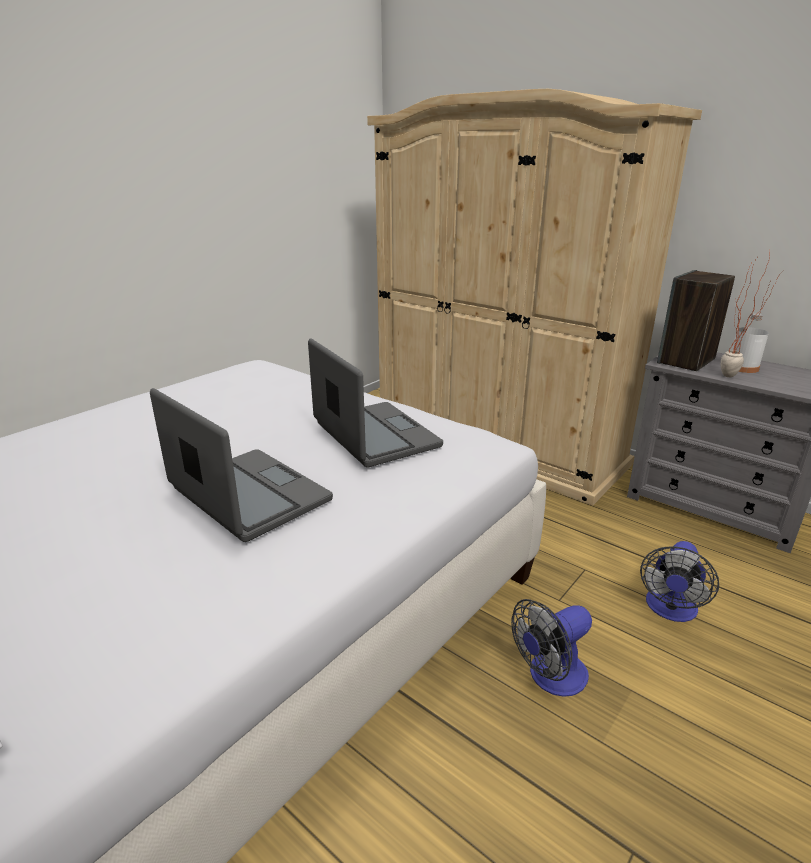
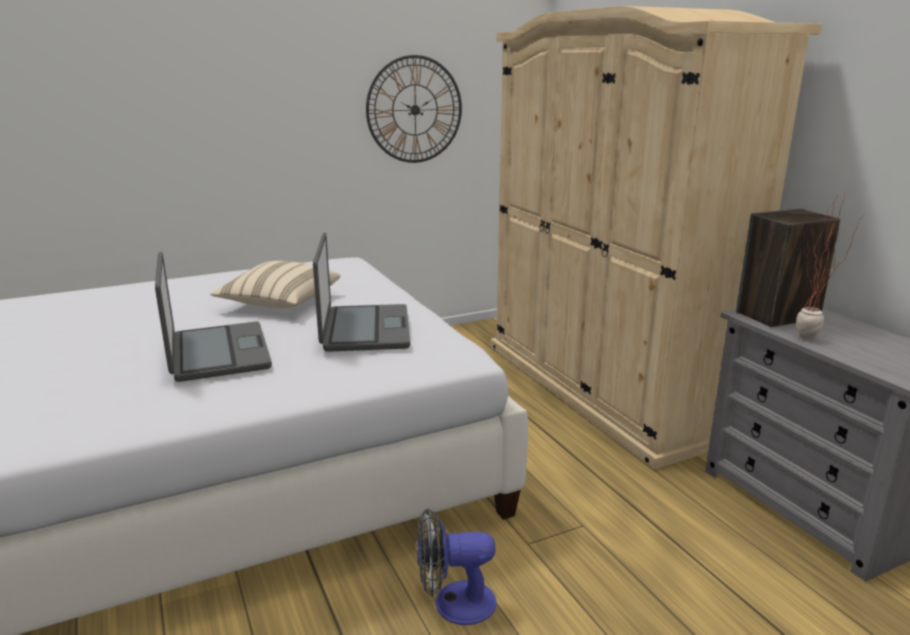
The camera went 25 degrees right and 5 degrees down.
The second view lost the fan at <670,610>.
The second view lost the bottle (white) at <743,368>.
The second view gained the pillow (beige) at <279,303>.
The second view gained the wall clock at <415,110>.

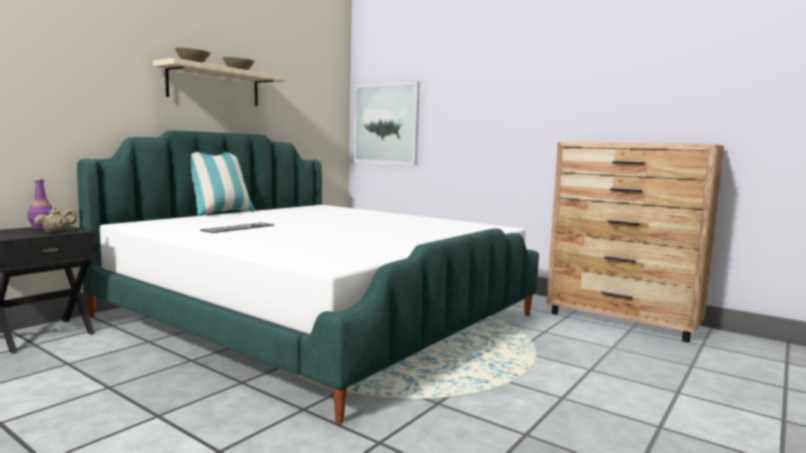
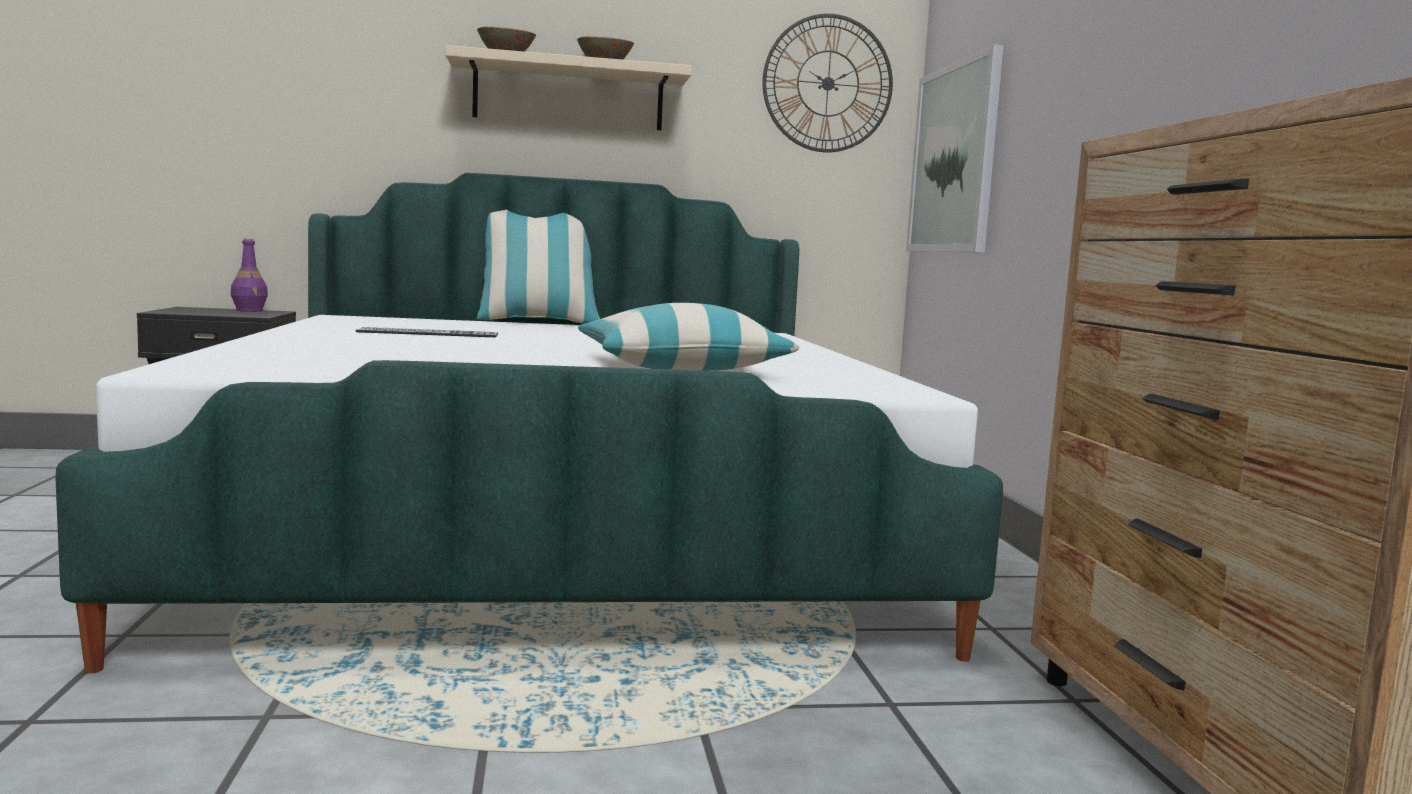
The camera went 45 degrees right and 0 degrees up.
The second view lost the teapot (beige) at <56,232>.
The second view gained the pillow at <679,367>.
The second view gained the wall clock at <827,83>.

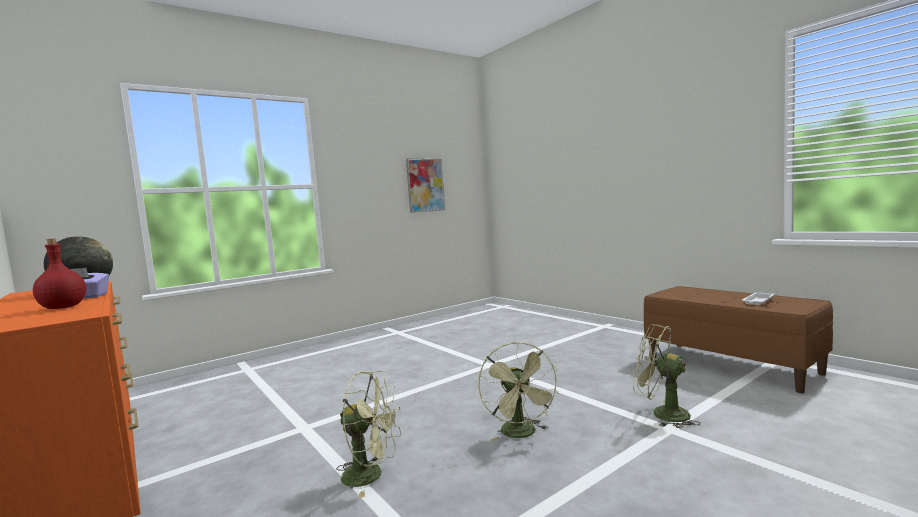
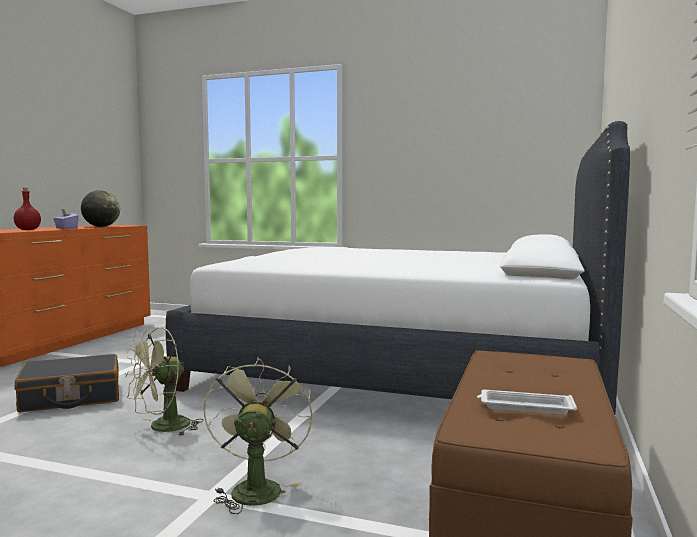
The camera went 55 degrees right and 0 degrees up.
Where the fan (green) stood at <371,475>, the suitcase (black) came to stand at <71,397>.
The second view lost the picture at <425,185>.
The second view gained the bed (white) at <402,371>.

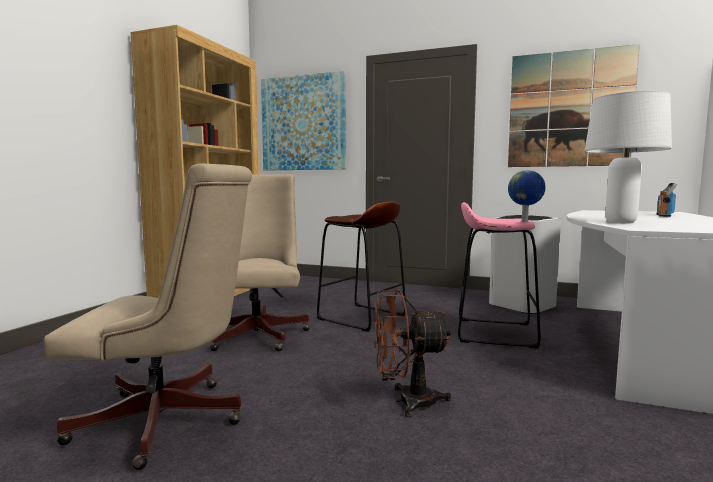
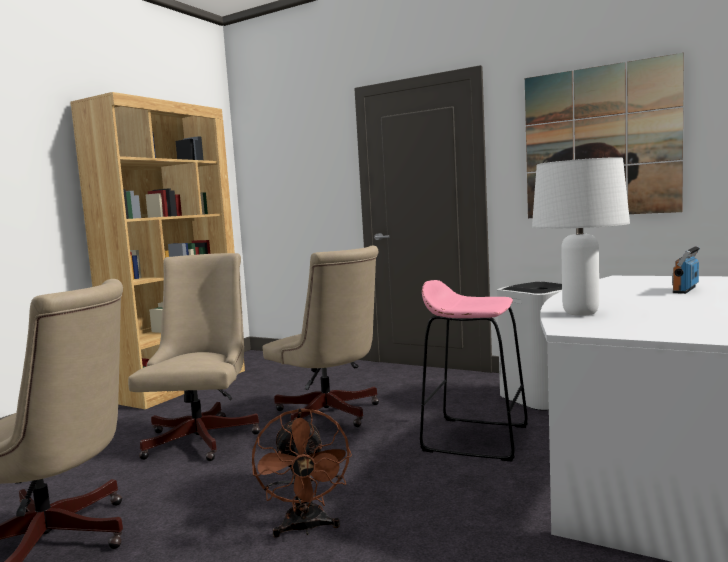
The camera went 10 degrees right and 0 degrees up.
The second view lost the picture at <303,123>.
Where the stool (brown) stood at <362,317>, the office chair (beige) came to stand at <330,415>.
The fan (brown) at <406,401> ended up facing another way, 105 degrees counterclockwise from before.
The second view lost the globe at <525,222>.

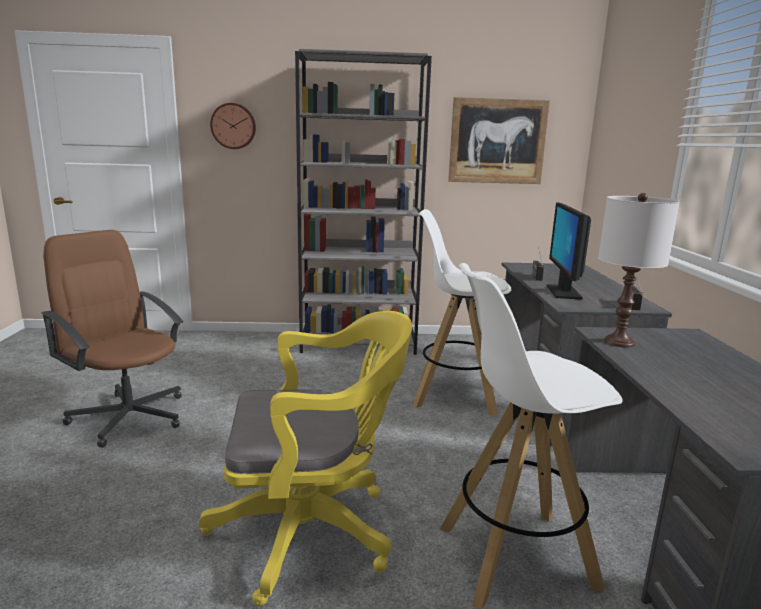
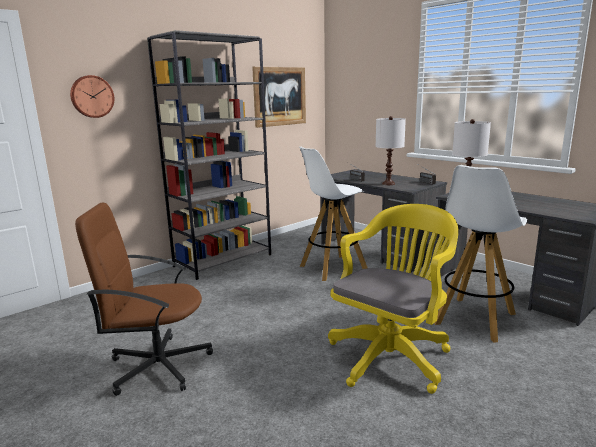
The camera went 40 degrees left and 0 degrees up.
Where the monitor stood at <563,292>, the table lamp (white) came to stand at <388,184>.

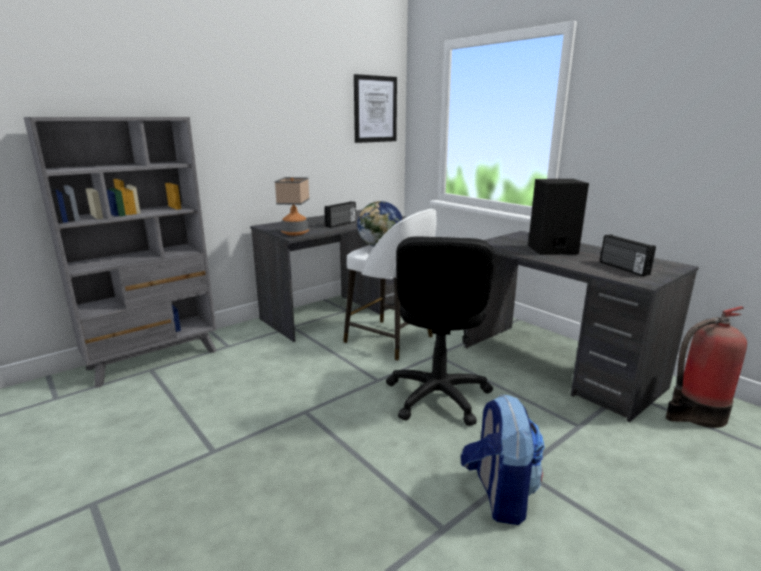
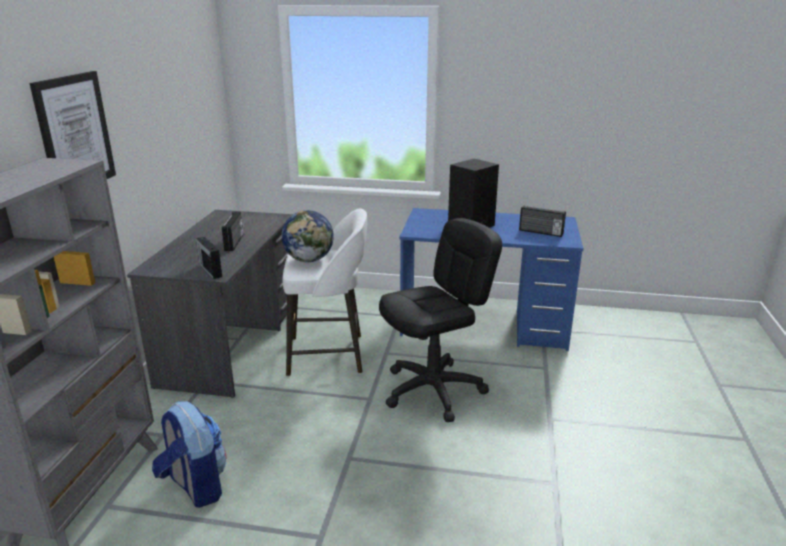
The camera went 40 degrees left and 5 degrees up.
Where the table lamp stood at <295,233>, the radio came to stand at <210,270>.
The picture ended up elsewhere, having gone from <375,109> to <75,133>.
The office chair (black) at <437,396> ended up facing another way, 90 degrees counterclockwise from before.
The backpack ended up elsewhere, having gone from <498,495> to <195,486>.
What was the desk (grey) at <558,367> turned into the desk (blue) at <484,325>.
The second view lost the fire extinguisher at <696,414>.

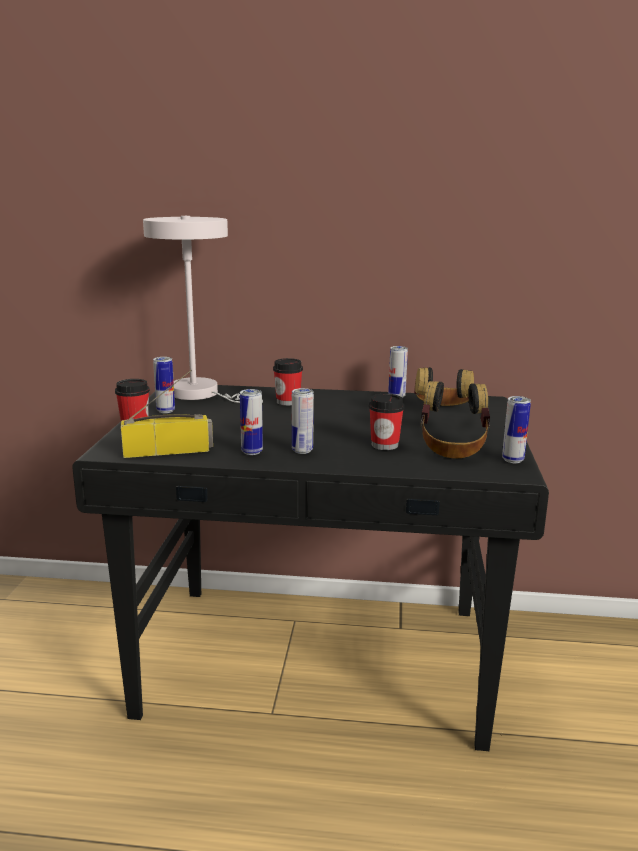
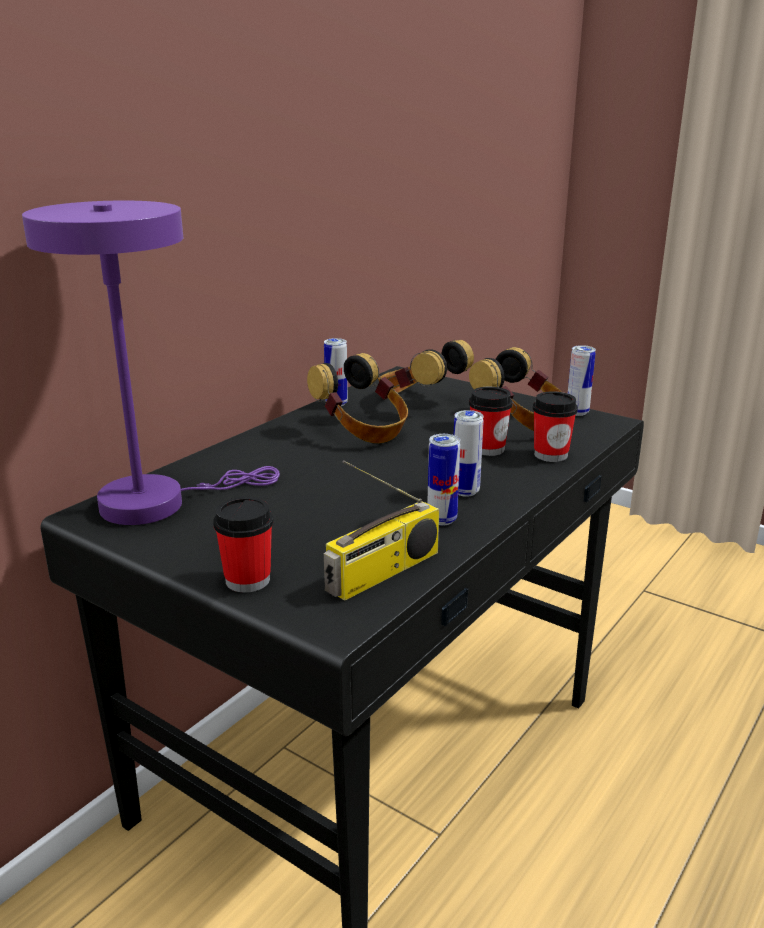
The camera went 60 degrees left and 5 degrees up.
The radio at <168,451> ended up facing another way, 150 degrees counterclockwise from before.
What was the table lamp (white) at <201,394> turned into the table lamp (purple) at <157,502>.
The second view lost the can at <165,411>.
The cup ended up elsewhere, having gone from <288,402> to <550,455>.
The second view gained the headphones at <362,431>.

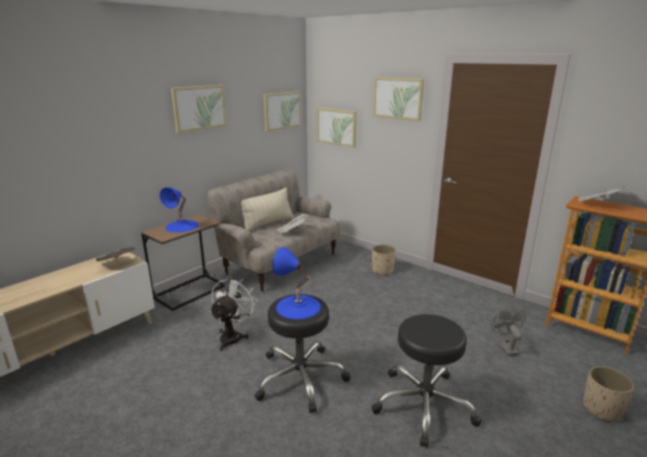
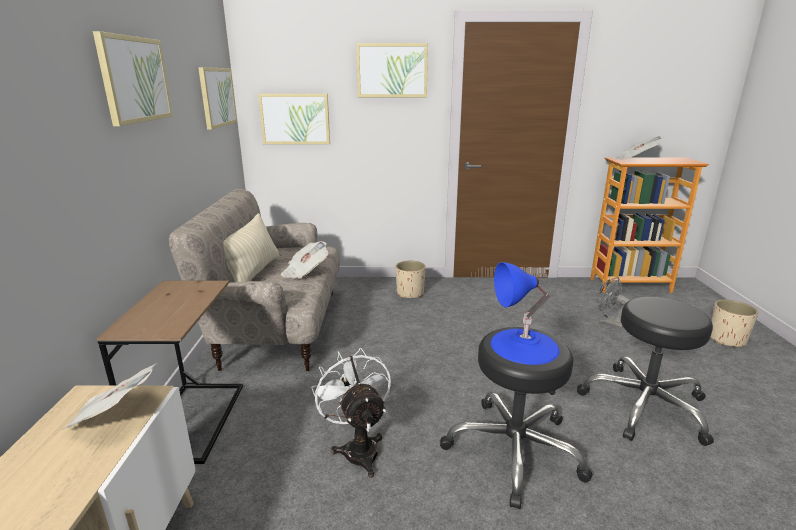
The camera went 40 degrees left and 0 degrees up.
The second view lost the table lamp (blue) at <182,226>.

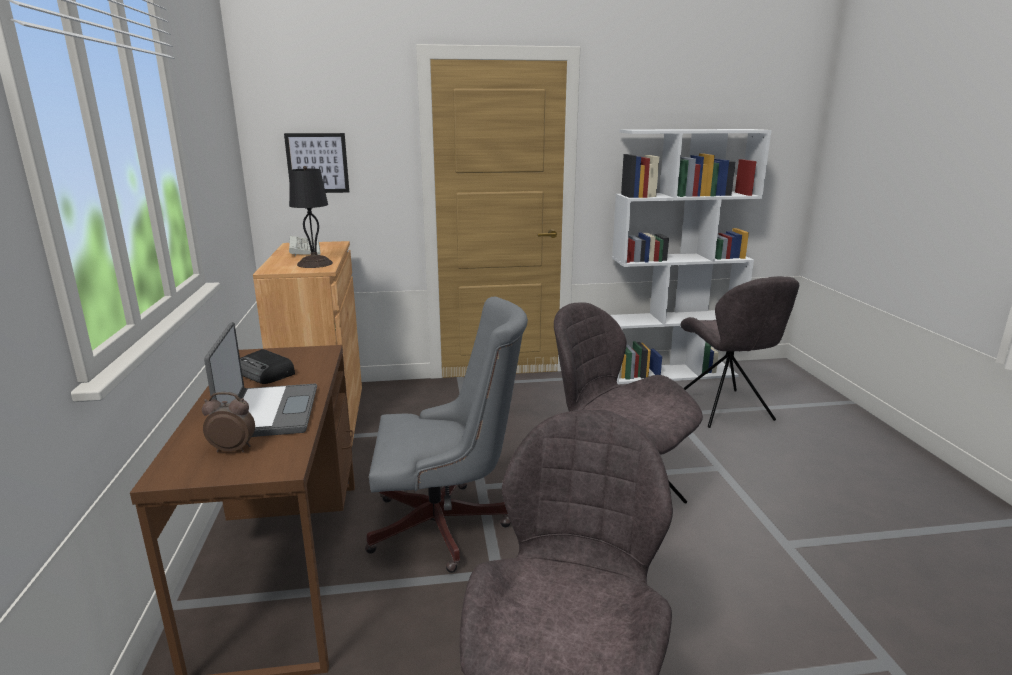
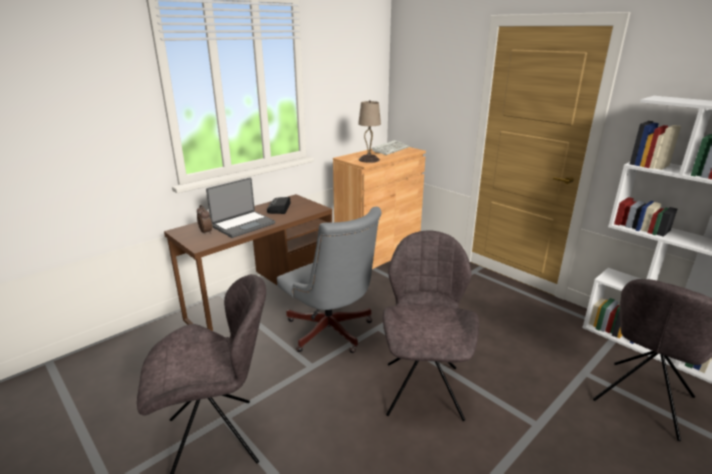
The camera went 55 degrees right and 5 degrees up.
The second view lost the picture at <317,163>.
What was the table lamp (black) at <314,264> turned into the table lamp (beige) at <368,159>.

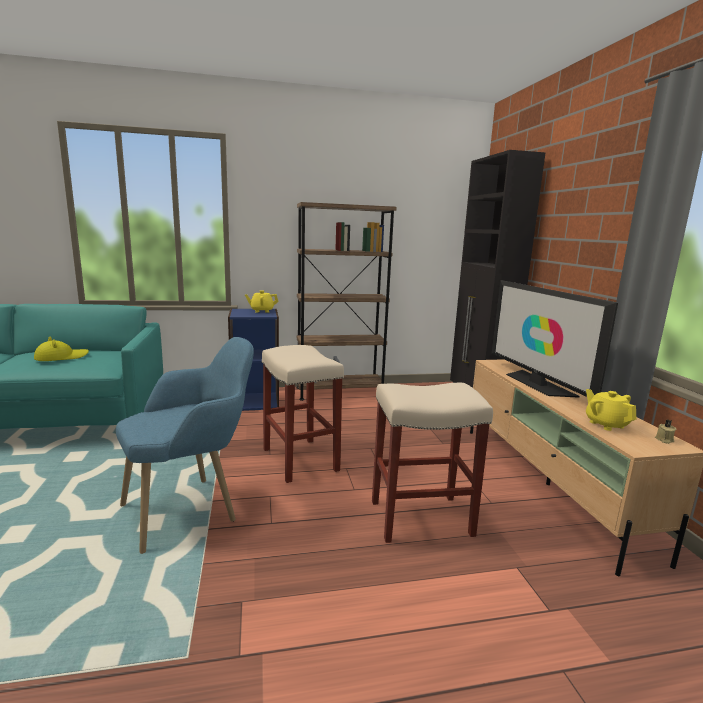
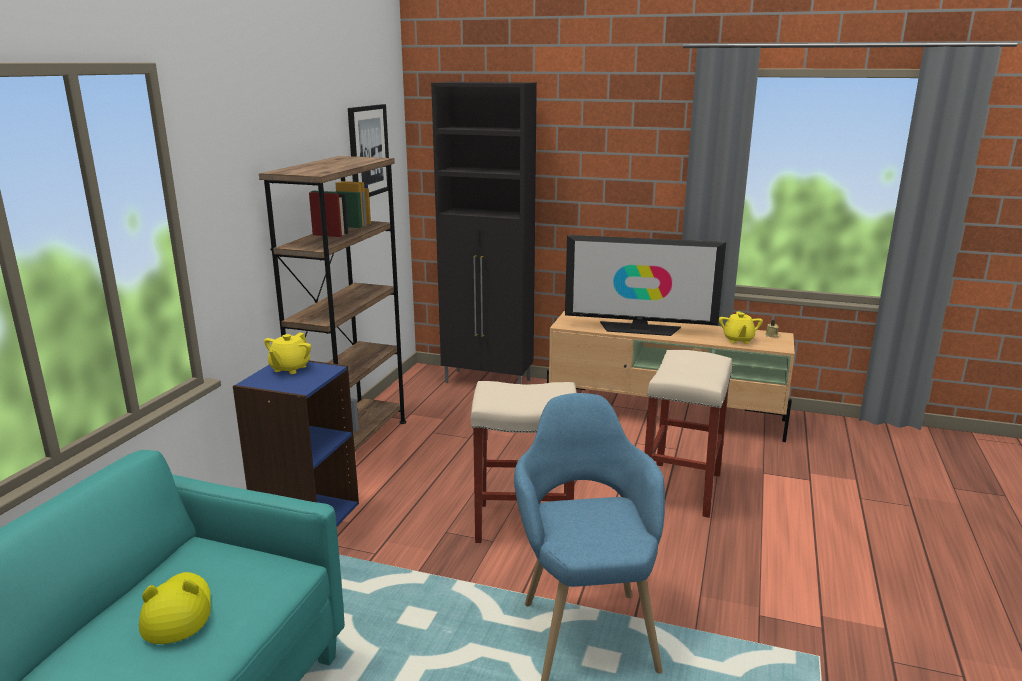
The camera went 60 degrees left and 5 degrees up.
The teapot (yellow) at <606,424> ended up facing another way, 90 degrees counterclockwise from before.
The second view gained the picture at <368,151>.

